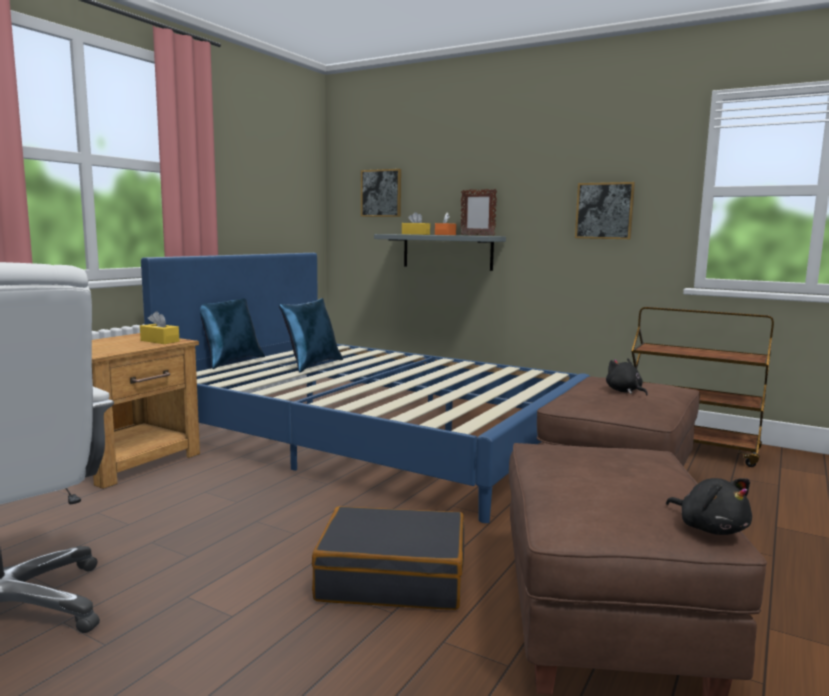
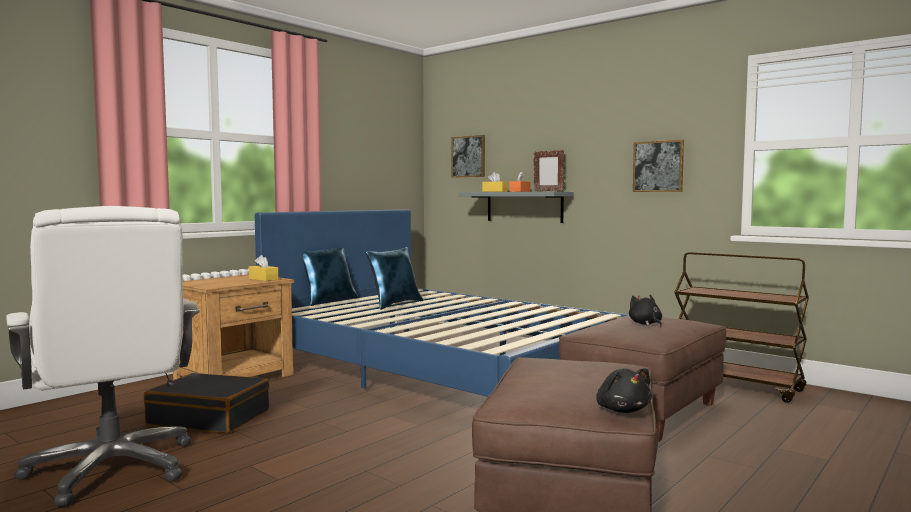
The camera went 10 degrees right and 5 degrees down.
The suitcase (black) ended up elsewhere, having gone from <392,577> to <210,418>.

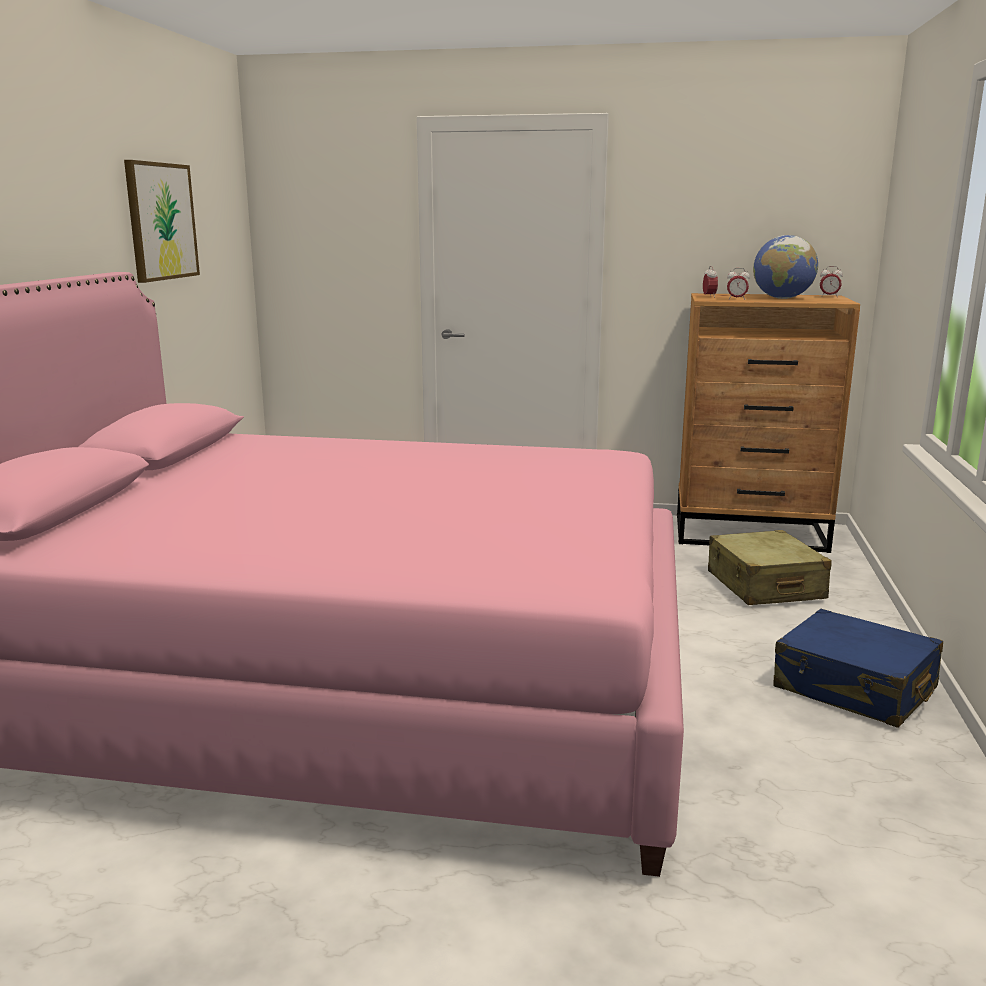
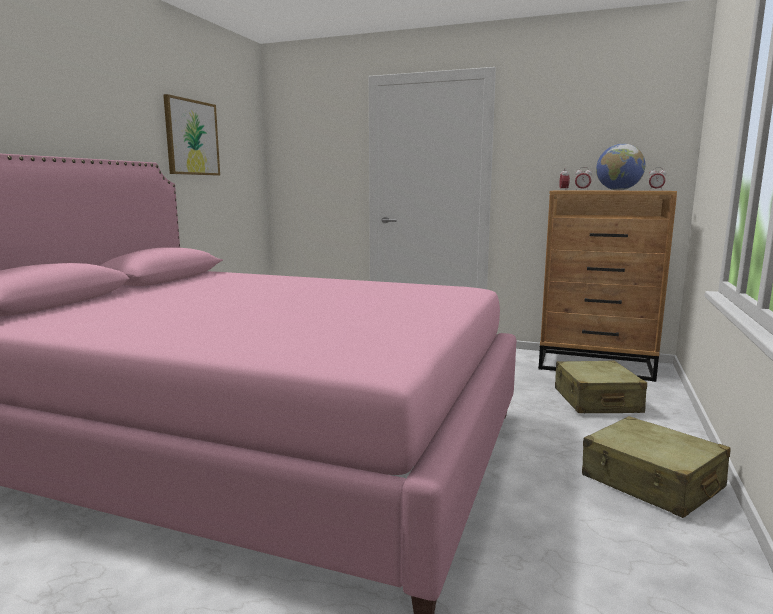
The camera went 10 degrees right and 5 degrees down.
What was the suitcase (blue) at <854,688> turned into the suitcase (beige) at <651,482>.

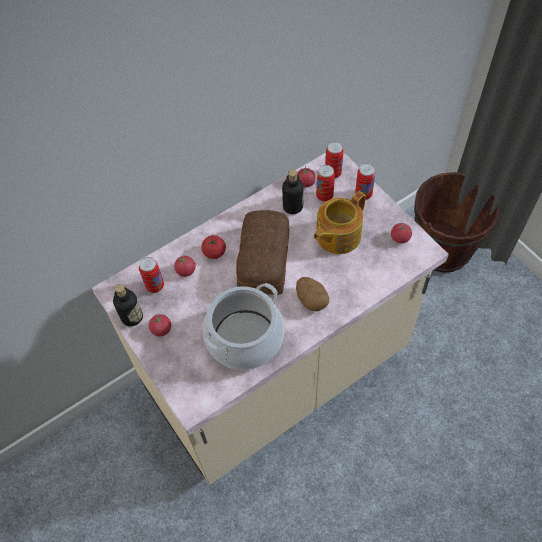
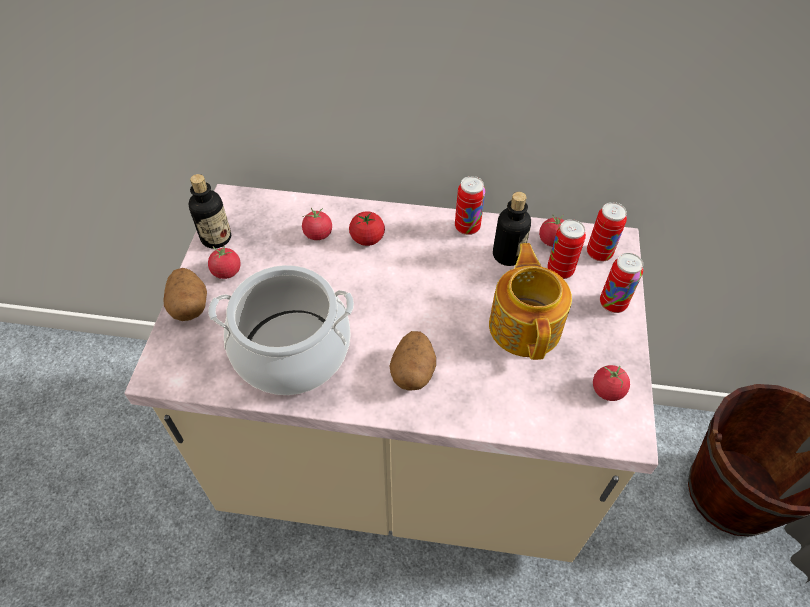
The camera went 40 degrees right and 5 degrees down.
The can ended up elsewhere, having gone from <155,286> to <467,227>.
The second view lost the bread at <262,261>.
The teapot at <337,236> ended up facing another way, 90 degrees clockwise from before.
The second view gained the potato at <189,305>.

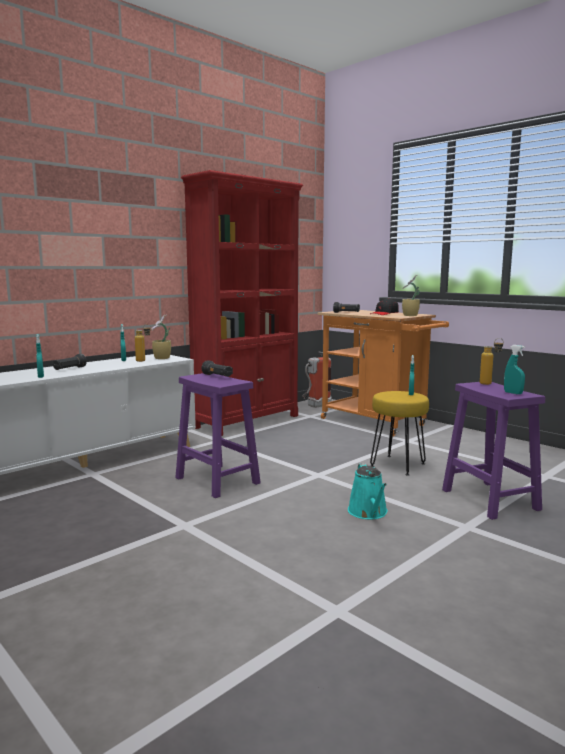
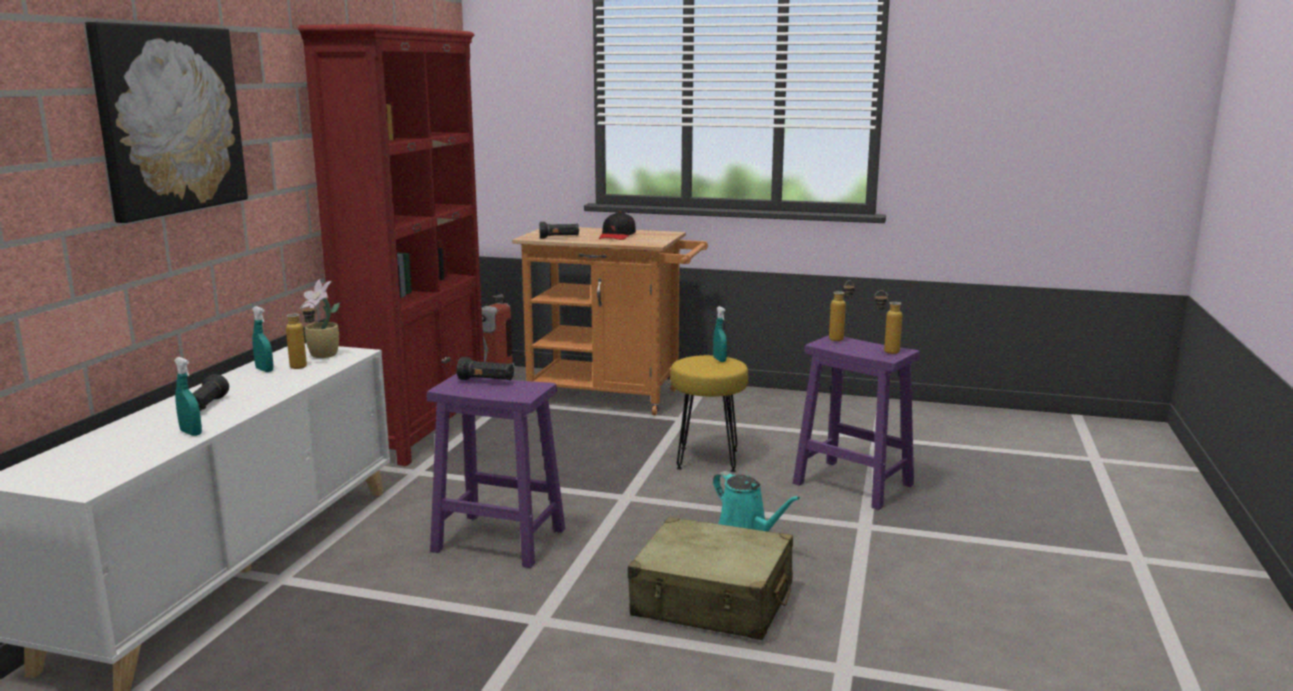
The camera went 30 degrees left and 5 degrees up.
The second view lost the potted plant at <410,315>.
Where the spray bottle (turquoise) stood at <513,393>, the bottle came to stand at <885,351>.
The second view gained the picture at <169,120>.
The second view gained the suitcase (beige) at <713,601>.

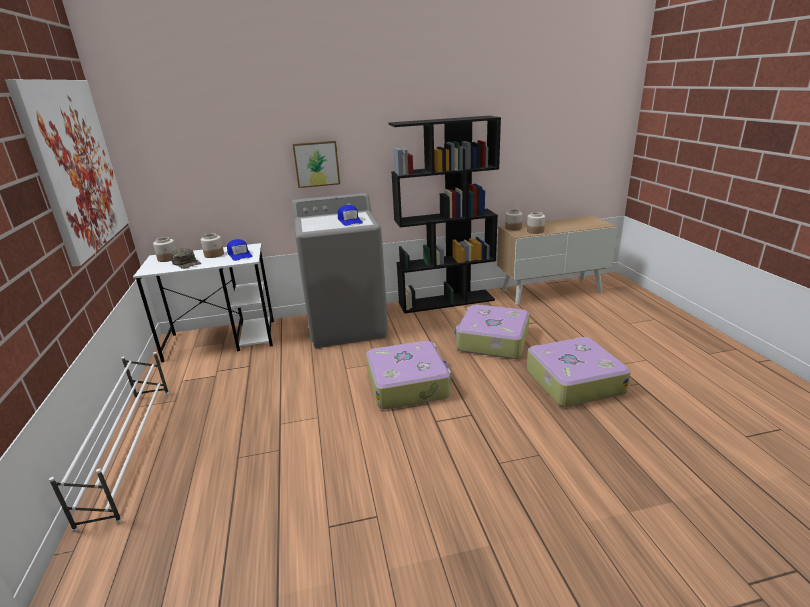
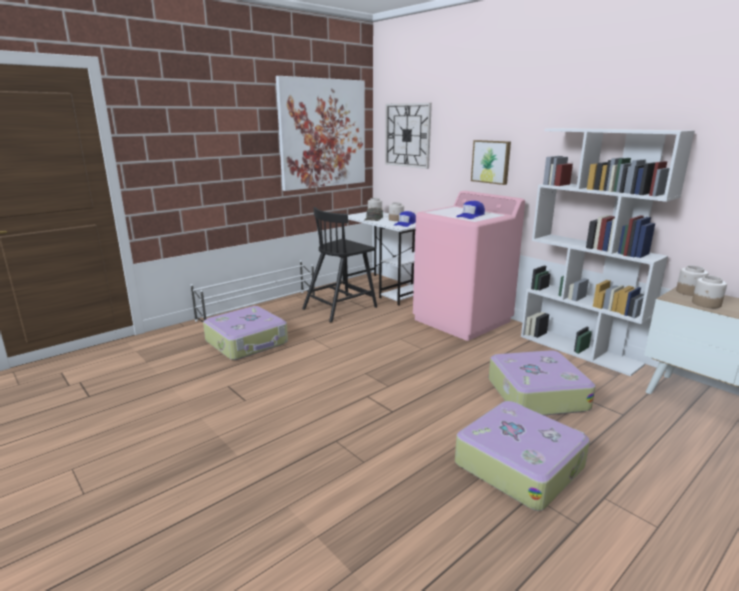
The camera went 60 degrees right and 5 degrees down.
What was the washing machine (grey) at <347,326> turned into the washing machine (pink) at <462,320>.
The suitcase ended up elsewhere, having gone from <408,384> to <247,342>.
What was the bookcase (black) at <446,301> turned into the bookcase (white) at <579,350>.
The second view gained the chair (black) at <341,307>.
The second view gained the wall clock at <407,135>.

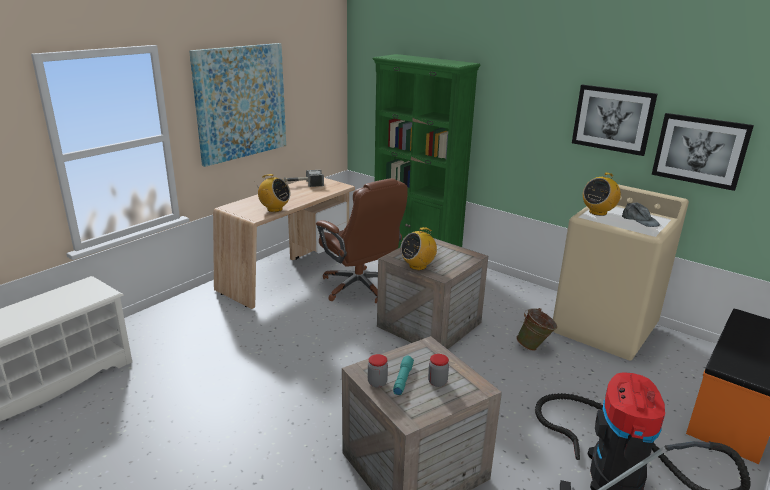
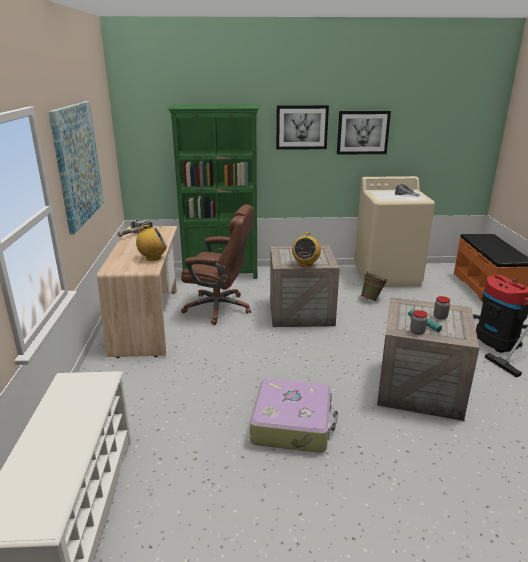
The camera went 40 degrees left and 0 degrees up.
The second view lost the radio at <598,212>.
The picture ended up elsewhere, having gone from <700,150> to <301,127>.
The second view gained the suitcase at <293,424>.

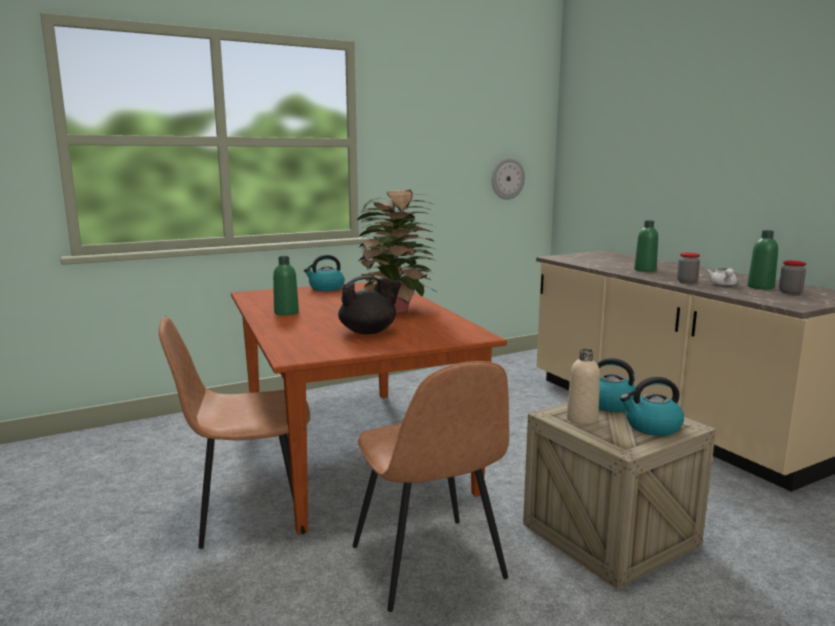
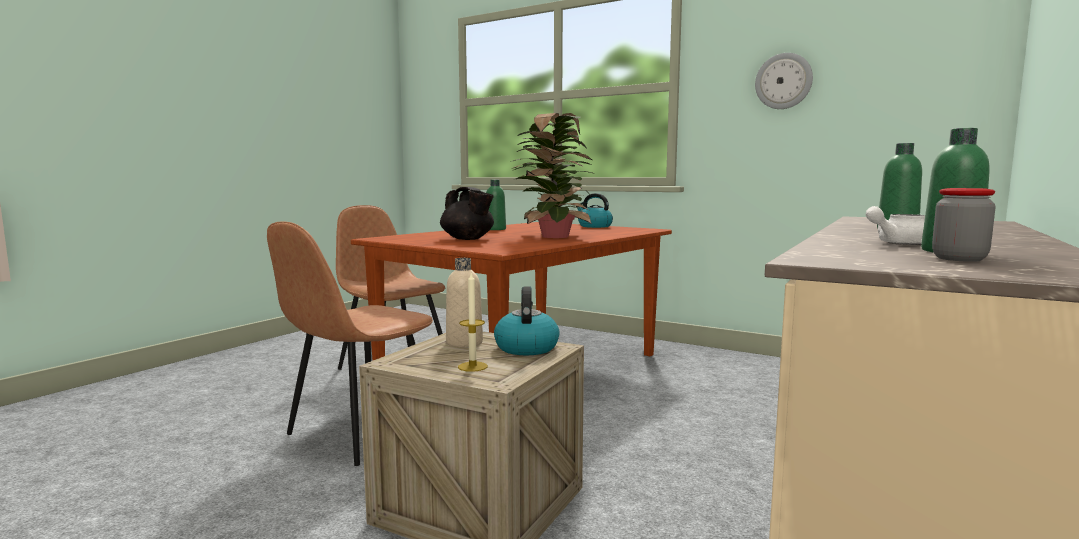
The camera went 60 degrees right and 5 degrees down.
The wall clock ended up elsewhere, having gone from <507,178> to <783,81>.
Where the kettle stood at <652,427>, the candle came to stand at <472,366>.
The second view lost the jar at <687,282>.

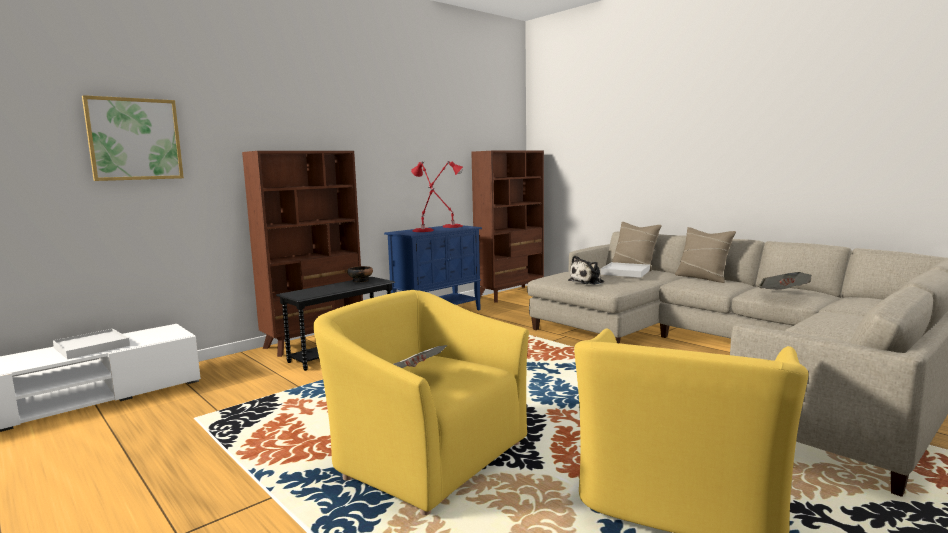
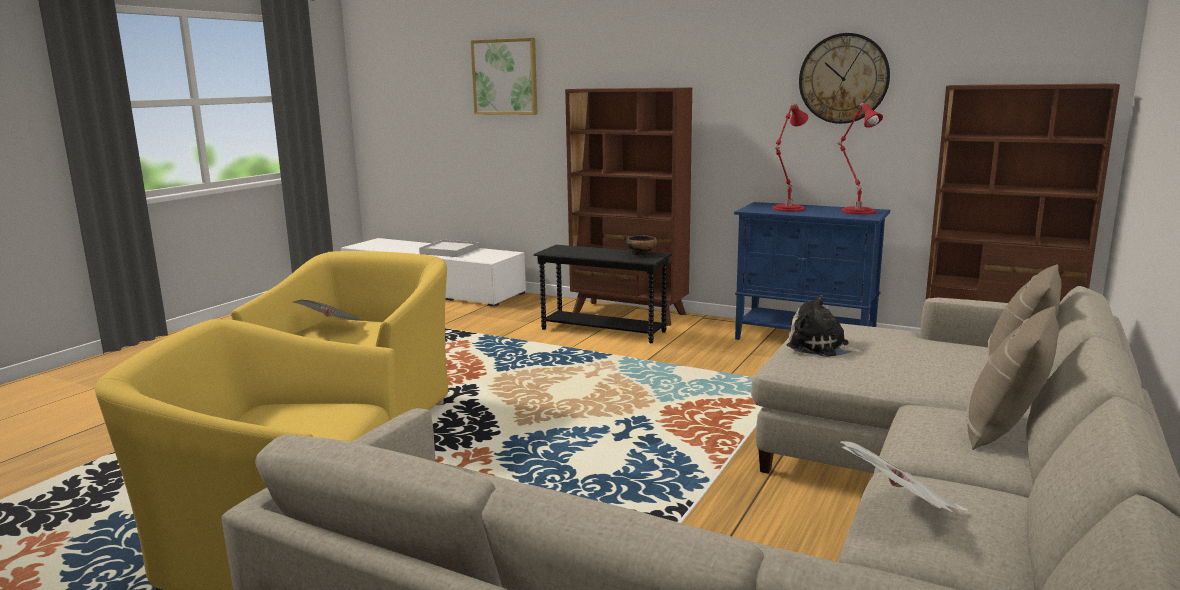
The camera went 70 degrees right and 5 degrees up.
The second view lost the tray (white) at <625,272>.
The second view gained the wall clock at <843,78>.

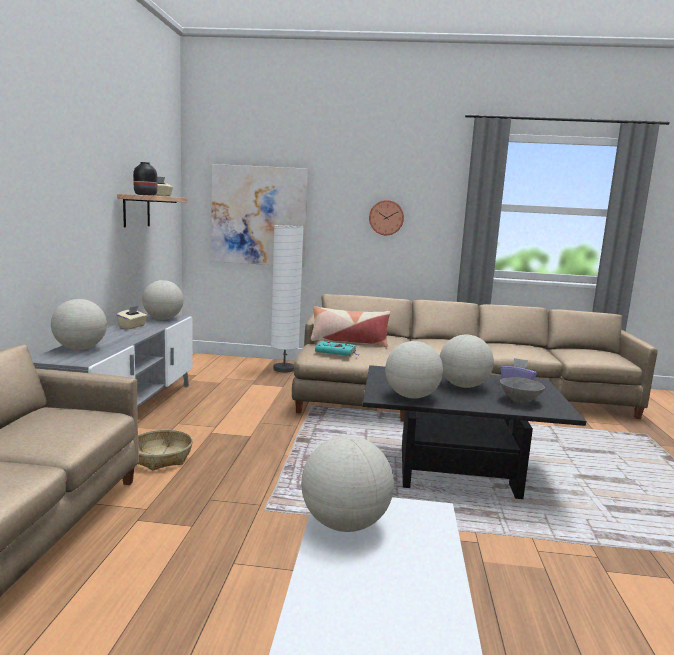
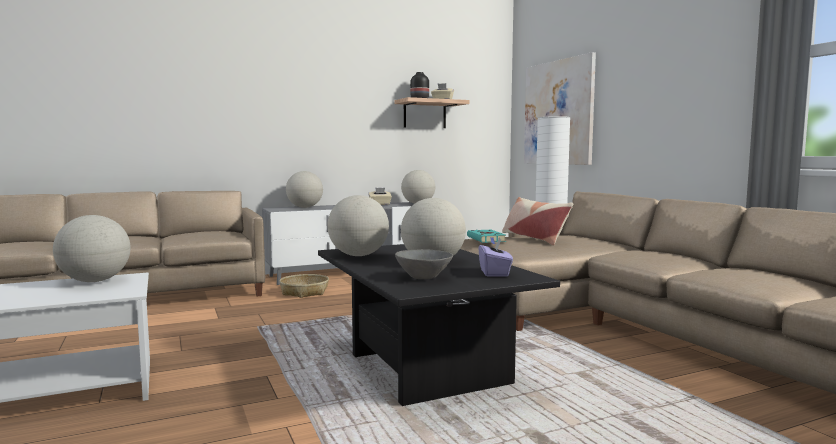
The camera went 60 degrees right and 5 degrees down.
The second view lost the wall clock at <386,217>.

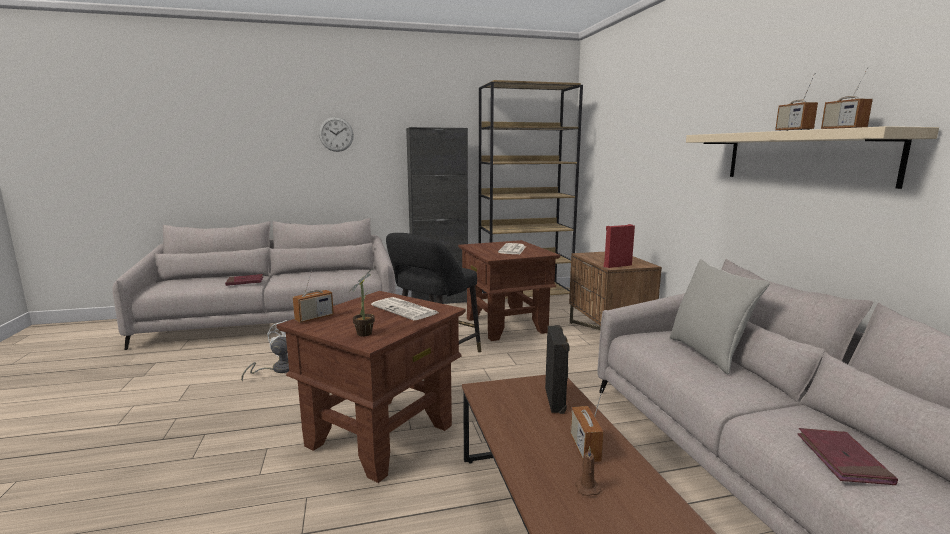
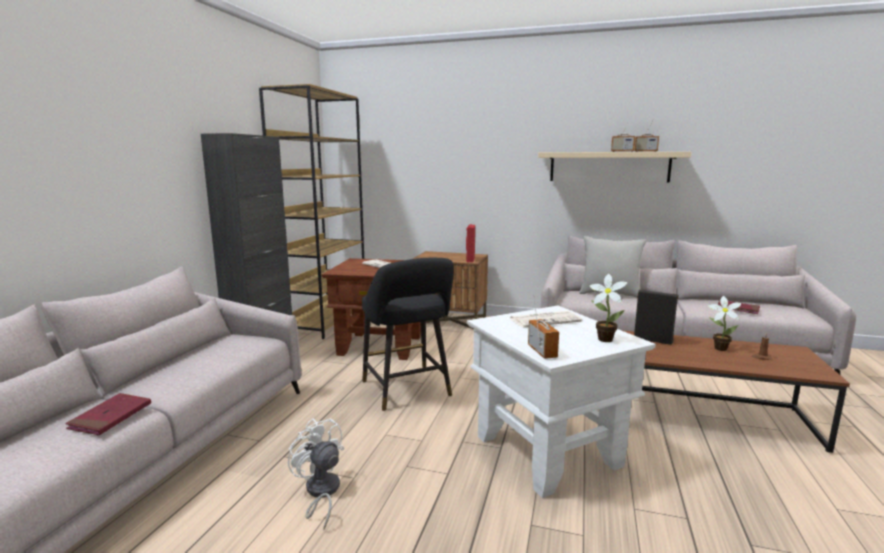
The camera went 60 degrees left and 0 degrees up.
What was the side table (brown) at <381,435> turned into the side table (white) at <547,450>.
The second view lost the wall clock at <336,134>.
Where the radio stood at <585,448>, the potted plant came to stand at <718,348>.

